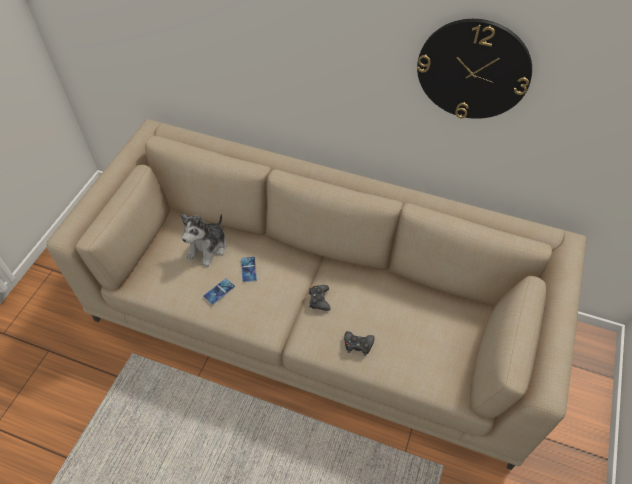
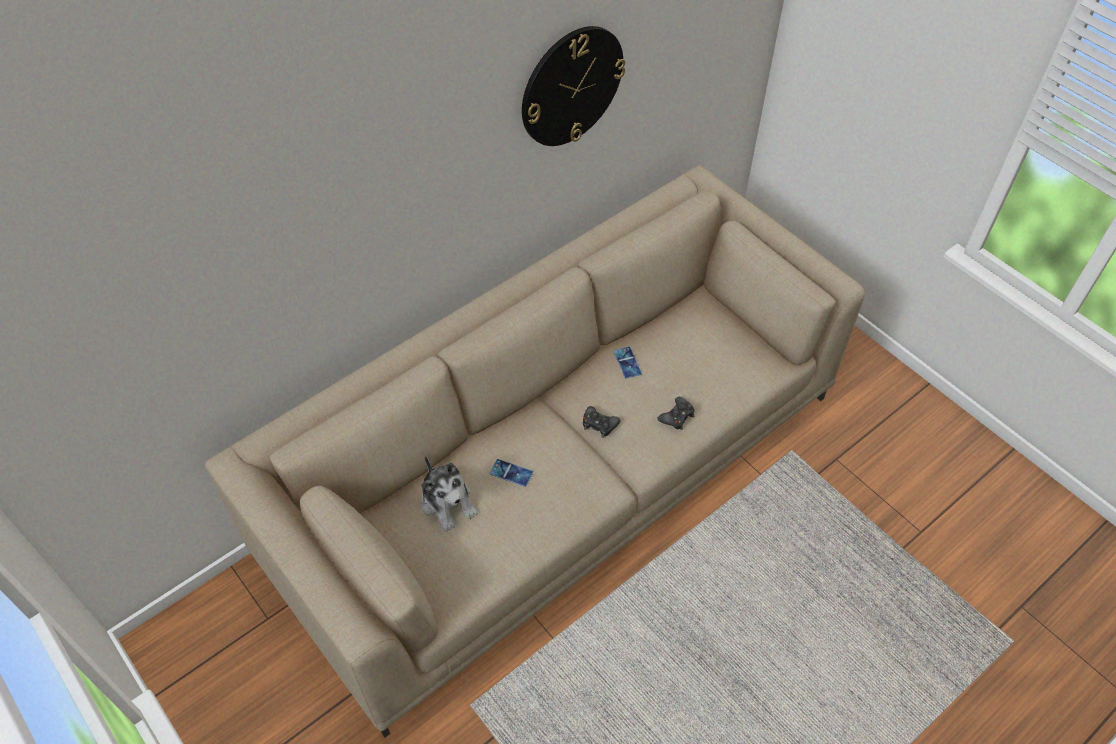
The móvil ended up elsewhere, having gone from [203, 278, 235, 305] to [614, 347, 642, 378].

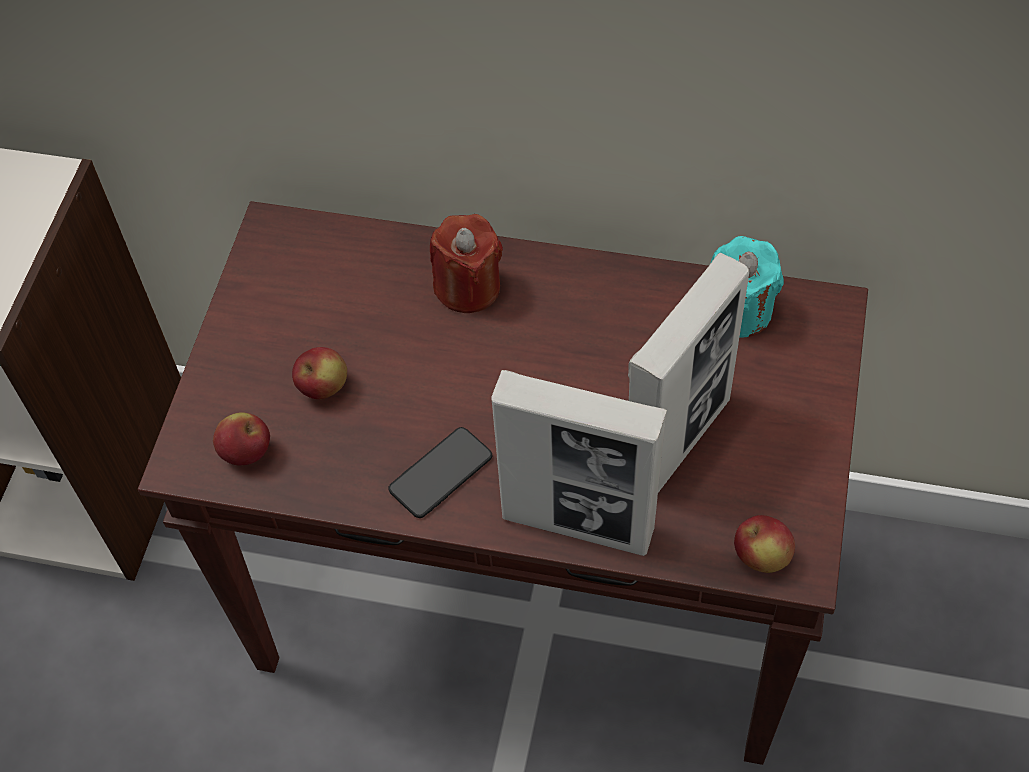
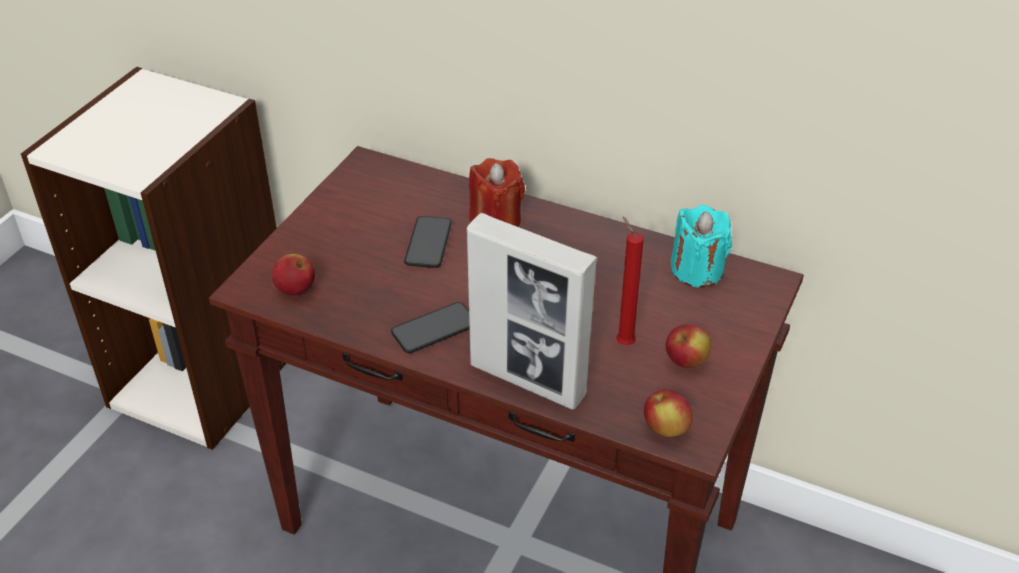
Where the portarretratos stood at [628, 253, 749, 493], the vela [rojo] came to stand at [617, 217, 644, 345]. The manzana ended up elsewhere, having gone from [292, 347, 347, 399] to [666, 324, 711, 368]. The second view gained the móvil at [404, 216, 452, 268].

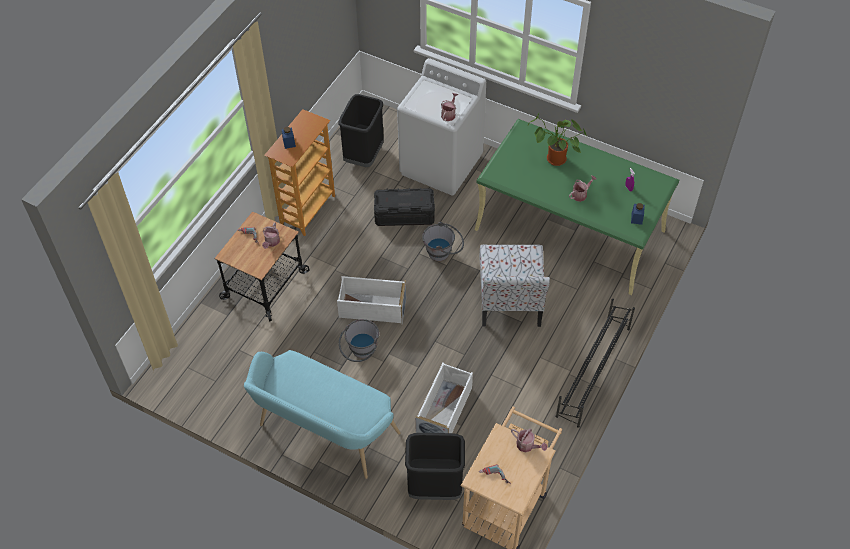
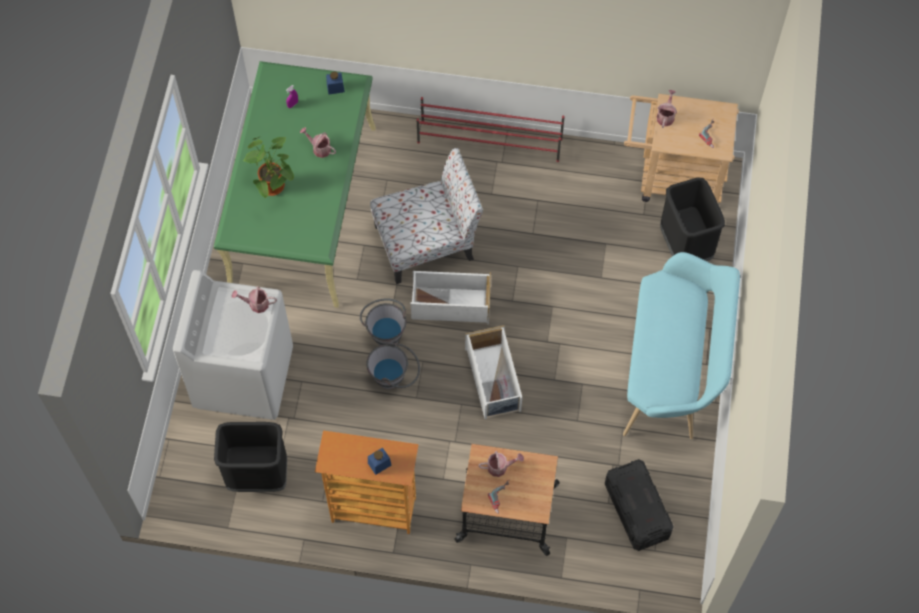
The caja de almacenaje [negro] ended up elsewhere, having gone from [374, 188, 435, 226] to [605, 459, 674, 551]. What was the zapatero [negro] at [556, 299, 635, 428] turned into the zapatero [rojo] at [416, 97, 565, 162]. The cubo [gris] ended up elsewhere, having gone from [339, 319, 379, 362] to [366, 343, 420, 389]. The caja de almacenaje [blanco] ended up elsewhere, having gone from [415, 362, 473, 433] to [411, 271, 491, 324].

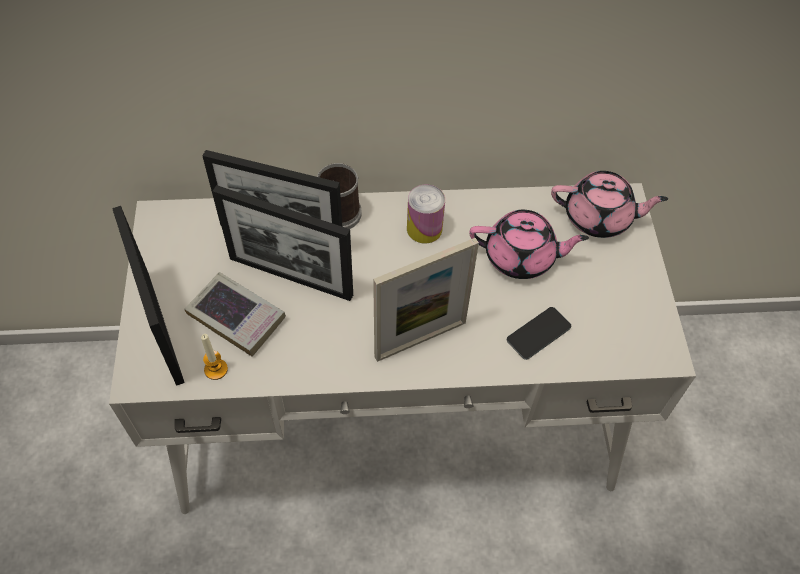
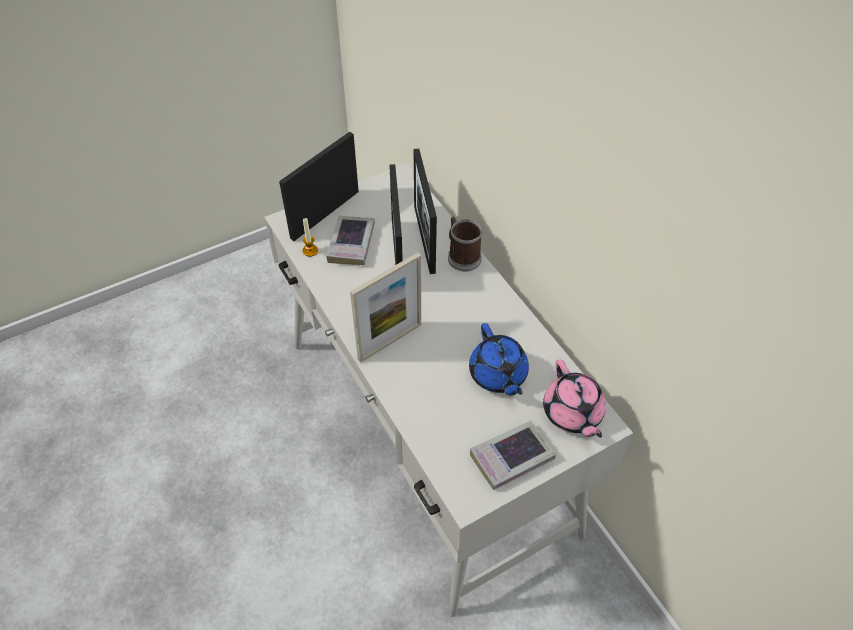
The second view lost the lata at [407, 185, 445, 243]. What was the tetera [rosa] at [469, 210, 589, 279] turned into the tetera [azul] at [469, 323, 529, 396]. The portarretratos at [373, 238, 479, 362] ended up facing another way, 75 degrees counterclockwise from before. The second view lost the móvil at [507, 307, 571, 360]. The second view gained the libro at [470, 421, 556, 490].

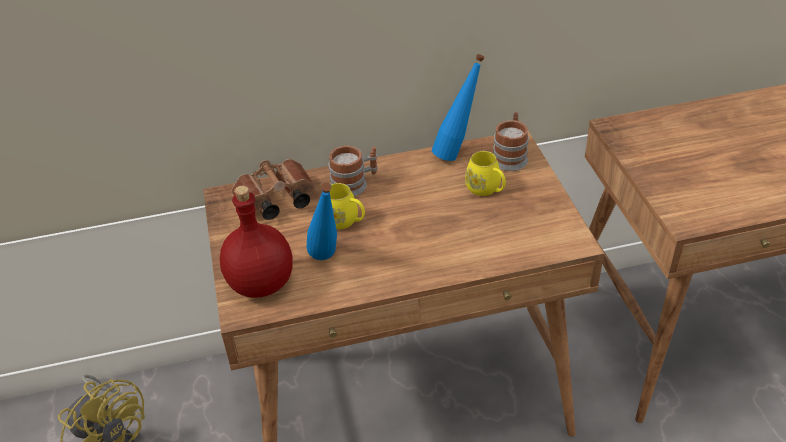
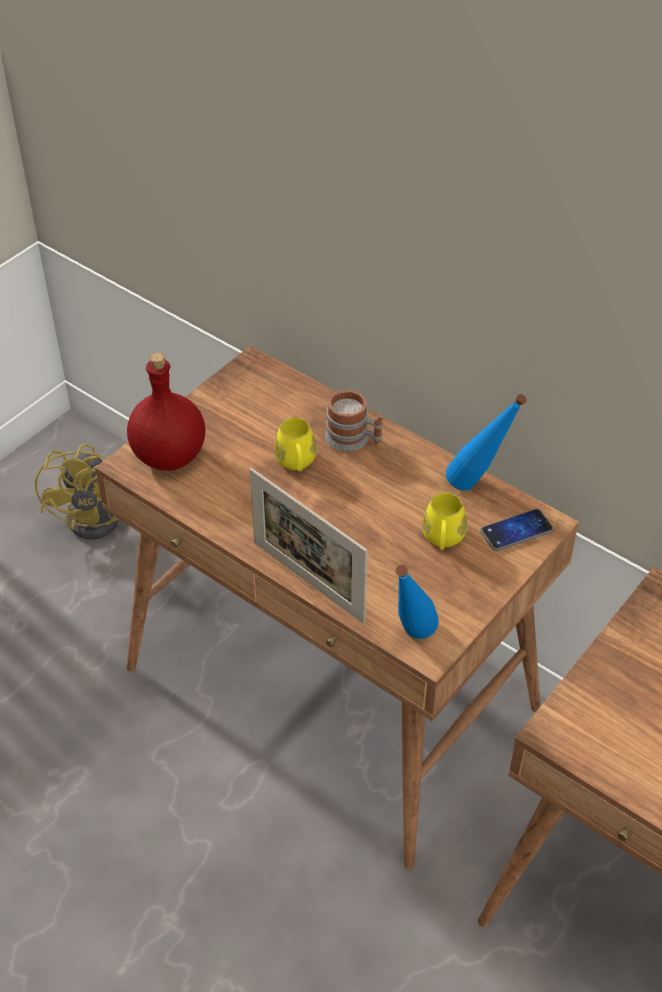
Where the taza grande stood at [493, 112, 529, 171], the móvil came to stand at [480, 509, 554, 551]. The second view lost the prismáticos [marrón] at [232, 159, 316, 220]. The botella [azul] ended up elsewhere, having gone from [306, 183, 337, 260] to [396, 565, 439, 639]. The second view gained the portarretratos at [249, 468, 367, 624].

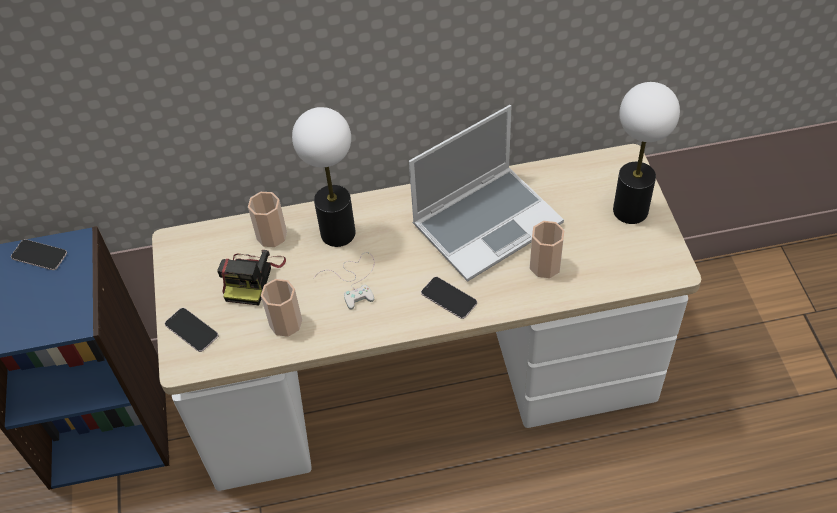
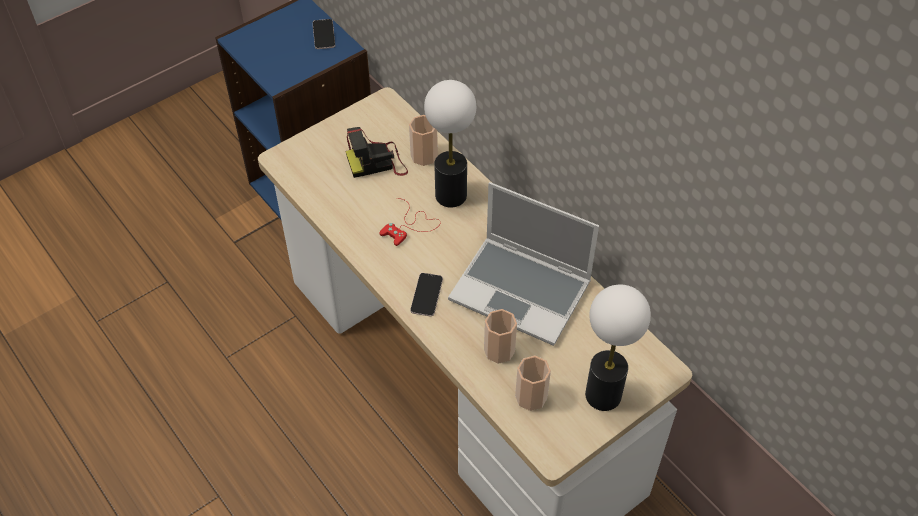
What was the mando de consola [blanco] at [313, 252, 374, 309] turned into the mando de consola [rojo] at [379, 198, 441, 246]. The taza ended up elsewhere, having gone from [261, 279, 302, 337] to [515, 356, 551, 411]. The second view lost the móvil at [165, 308, 218, 352].

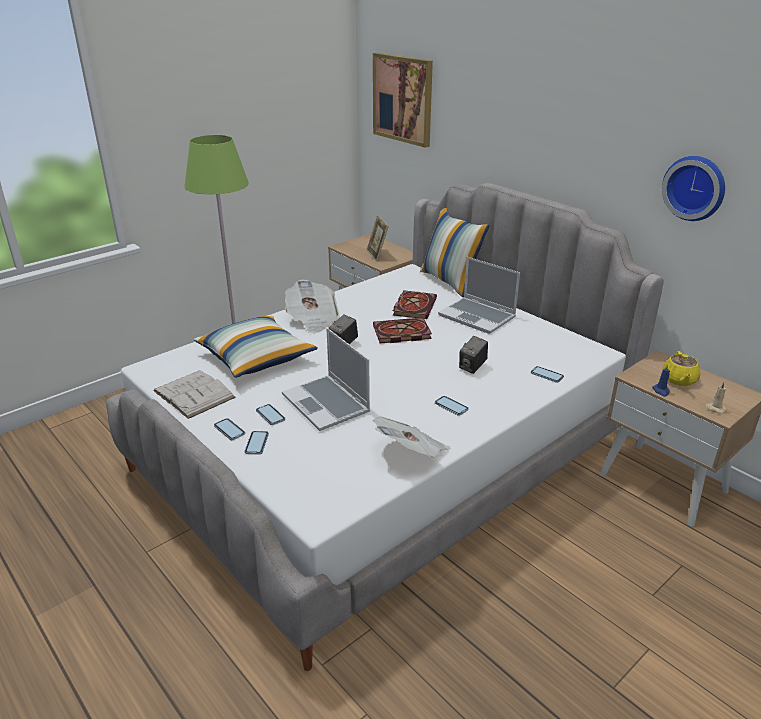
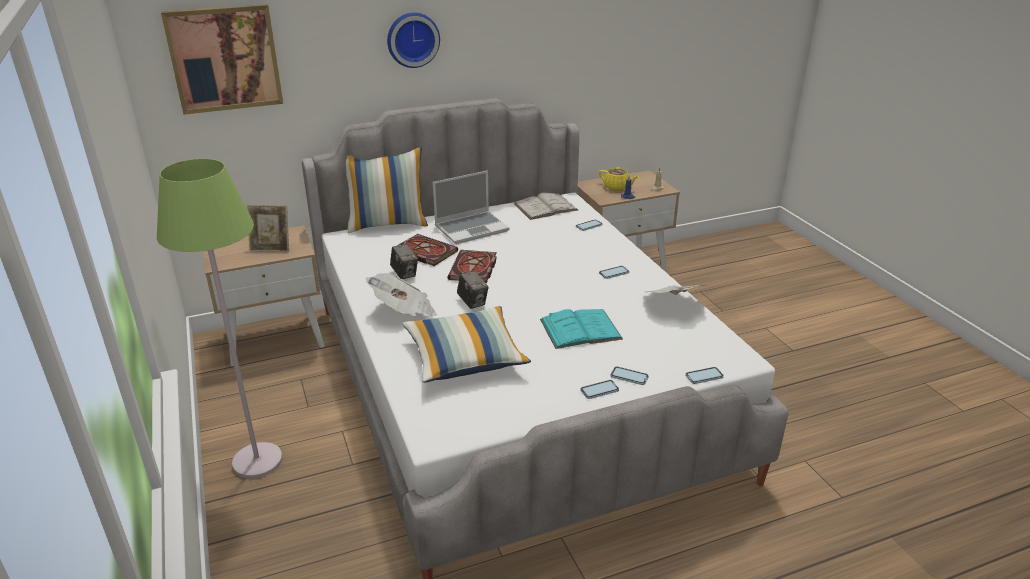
The reloj de pared ended up elsewhere, having gone from [662, 156, 725, 221] to [387, 12, 440, 68]. Where the portátil stood at [282, 328, 370, 431], the libro [turquesa] came to stand at [540, 309, 623, 349]. The cámara ended up elsewhere, having gone from [459, 336, 488, 374] to [390, 244, 418, 279]. The libro [blanco] ended up elsewhere, having gone from [153, 370, 236, 419] to [514, 193, 578, 220]. The móvil ended up elsewhere, having gone from [256, 404, 285, 425] to [685, 367, 724, 384].

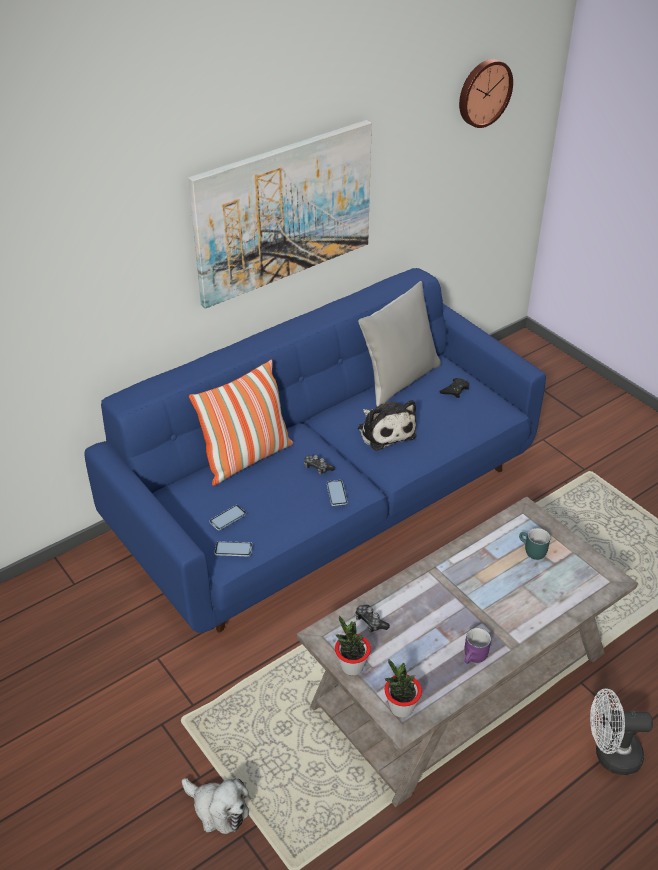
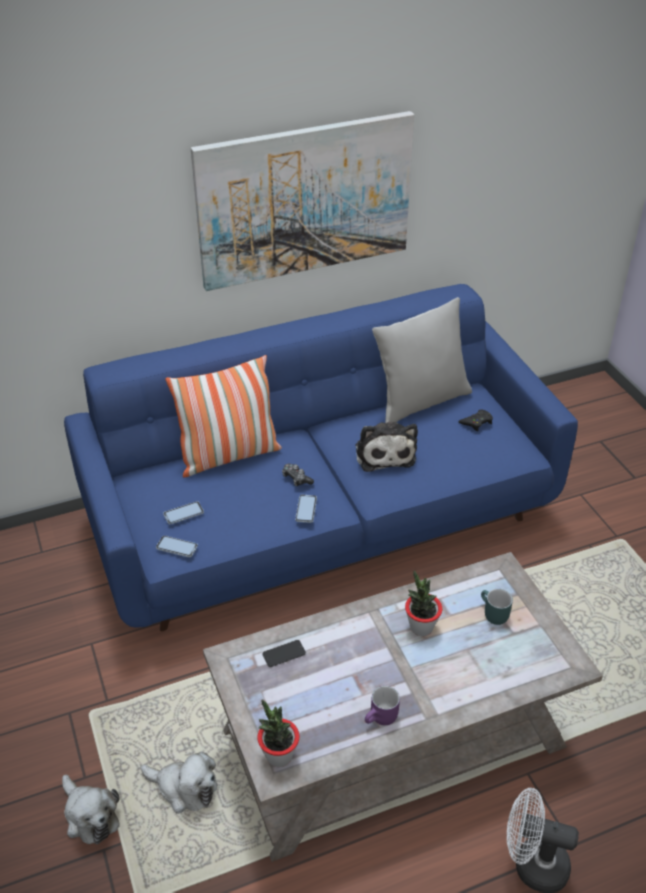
The second view lost the reloj de pared at [459, 59, 513, 128]. Where the mando de consola stood at [355, 605, 390, 632], the móvil came to stand at [263, 640, 306, 667]. The planta en maceta ended up elsewhere, having gone from [335, 616, 371, 676] to [405, 570, 442, 636]. The second view gained the peluche at [141, 751, 218, 814].

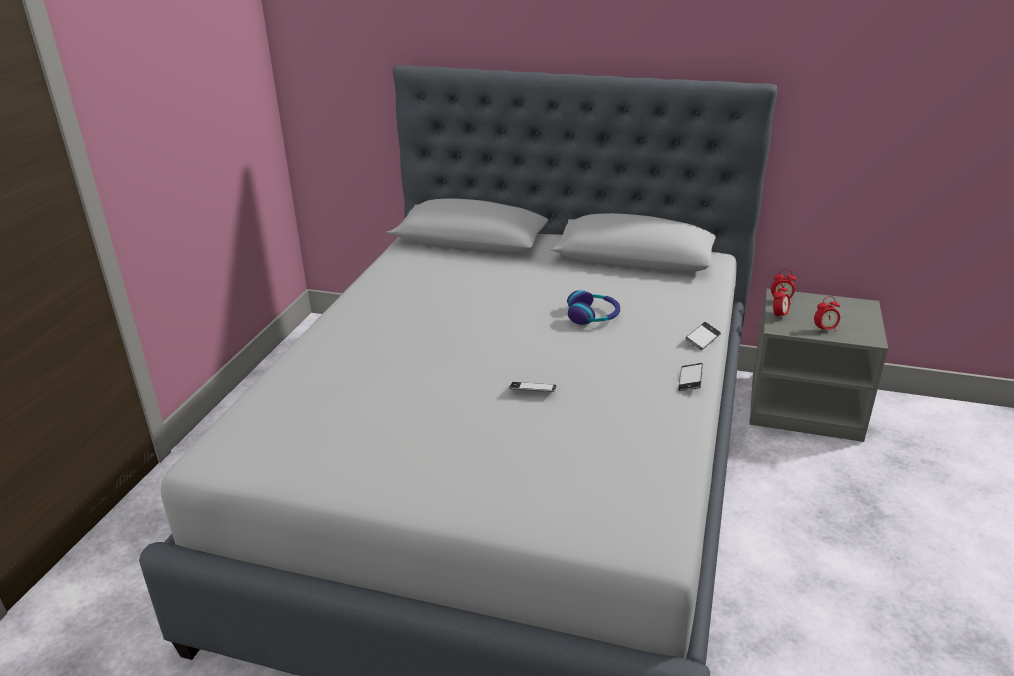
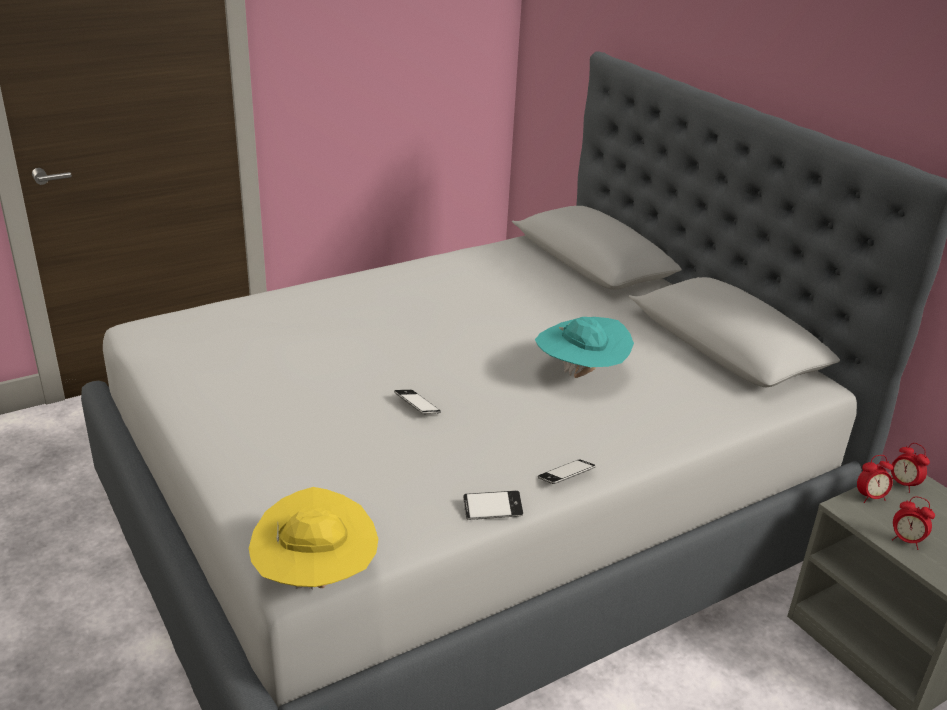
Where the auriculares stood at [567, 290, 620, 325], the sombrero [turquesa] came to stand at [535, 317, 634, 378]. The móvil ended up elsewhere, having gone from [685, 322, 721, 350] to [463, 491, 523, 520]. The second view gained the sombrero [amarillo] at [249, 487, 378, 590].

